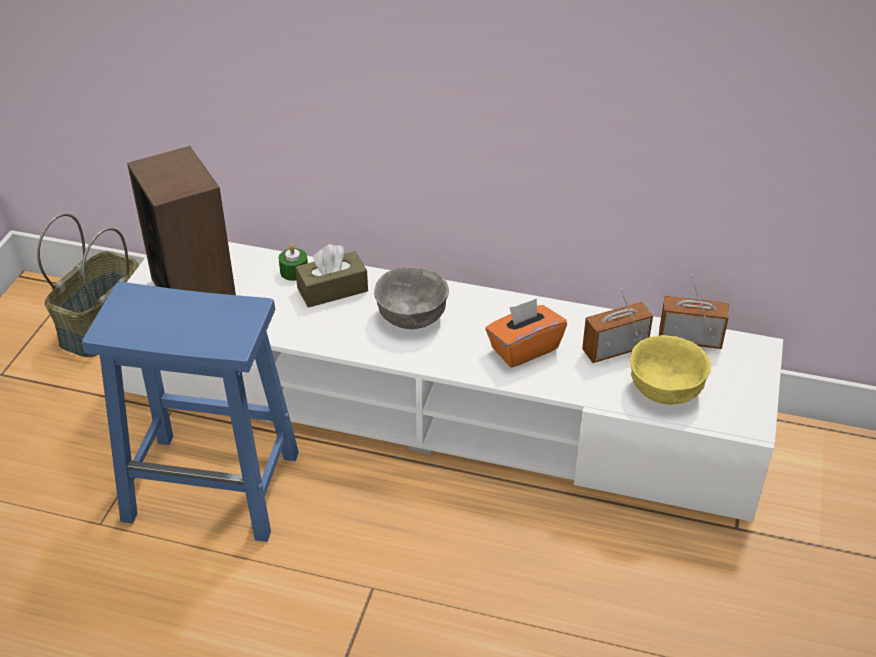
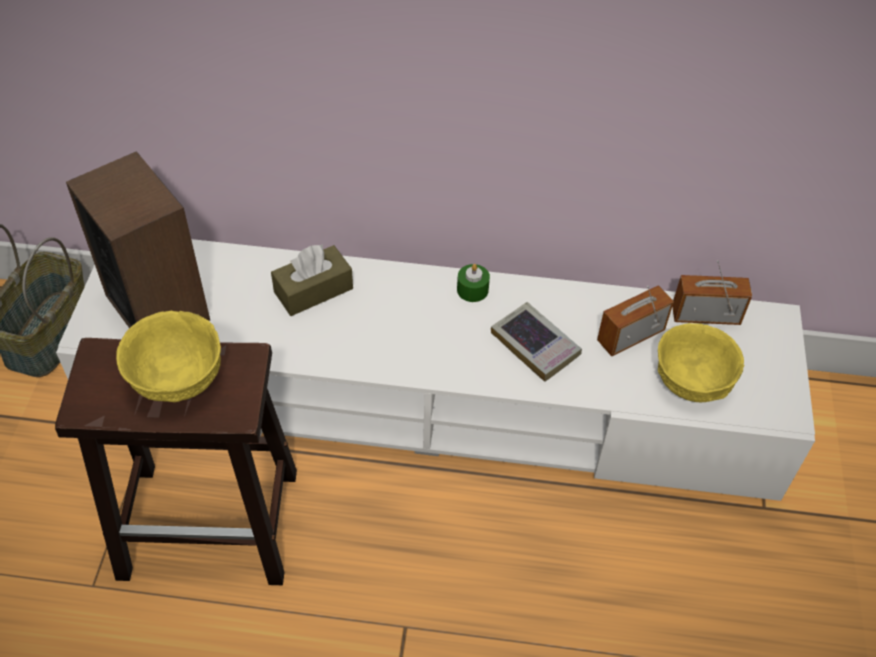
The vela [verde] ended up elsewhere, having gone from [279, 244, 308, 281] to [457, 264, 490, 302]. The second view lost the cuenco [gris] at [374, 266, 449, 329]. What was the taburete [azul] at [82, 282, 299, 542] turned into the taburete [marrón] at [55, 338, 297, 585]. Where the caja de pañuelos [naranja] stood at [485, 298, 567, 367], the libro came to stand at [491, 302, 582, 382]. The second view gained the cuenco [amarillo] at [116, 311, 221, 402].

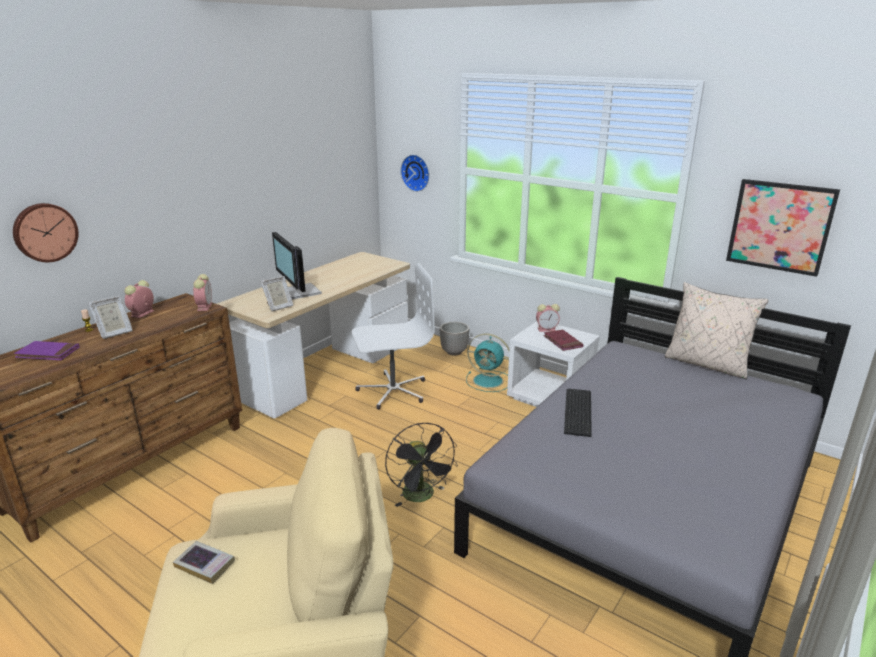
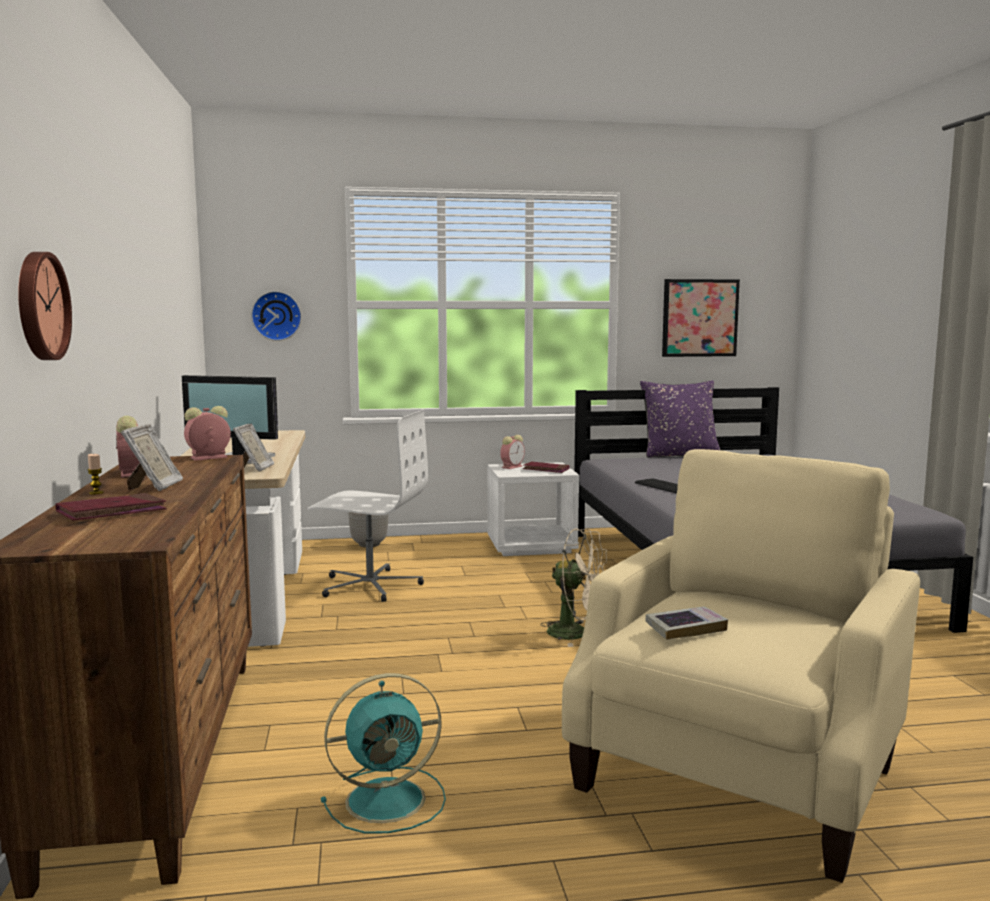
The silla de oficina [blanco] at [351, 263, 435, 409] ended up facing another way, 75 degrees clockwise from before. The despertador at [193, 274, 212, 311] ended up facing another way, 75 degrees counterclockwise from before. What was the cojín [beis] at [665, 282, 768, 379] turned into the cojín [morado] at [640, 380, 720, 458]. The ventilador [turquesa] ended up elsewhere, having gone from [466, 333, 509, 392] to [321, 673, 446, 833]. What was the libro [morado] at [14, 341, 79, 360] turned into the libro [rojo] at [55, 493, 167, 520]. What was the ventilador [negro] at [385, 423, 458, 507] turned into the ventilador [beis] at [540, 528, 607, 647].

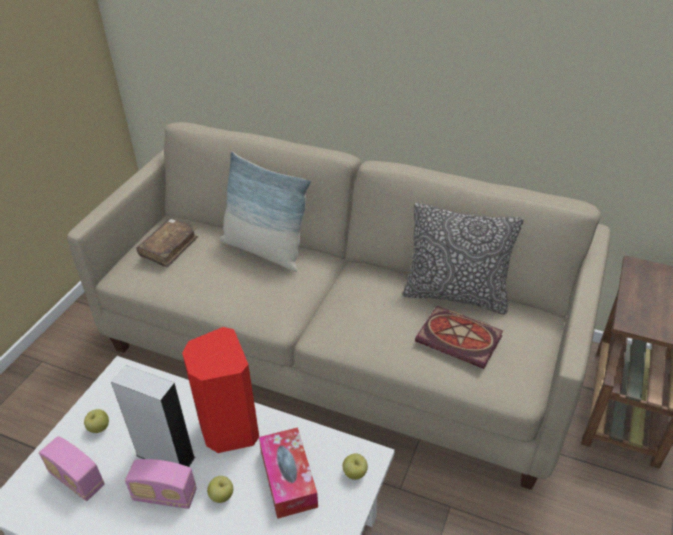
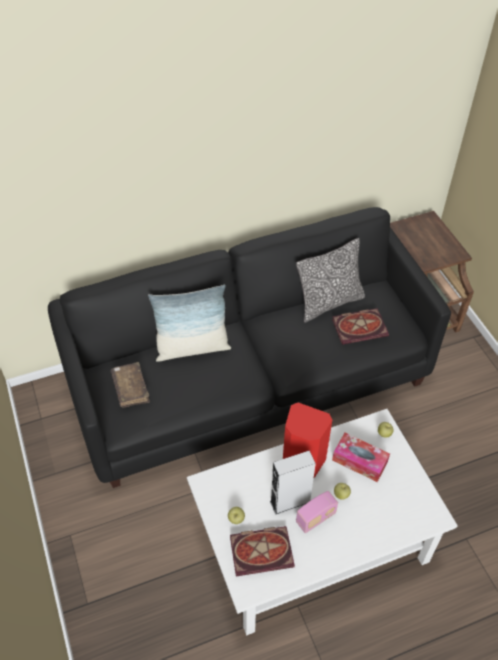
What was the sofá [beis] at [67, 122, 611, 490] turned into the sofá [negro] at [48, 207, 451, 488]. Where the radio stood at [39, 436, 104, 501], the libro came to stand at [230, 526, 295, 576].

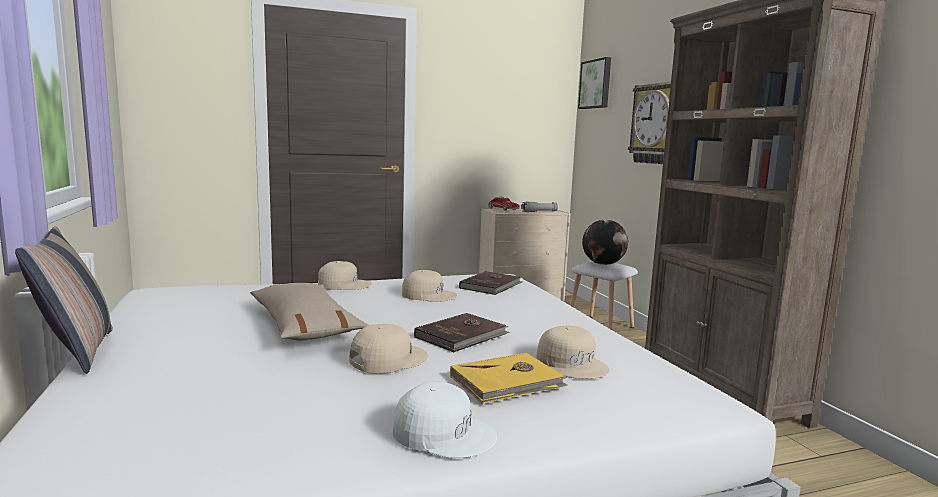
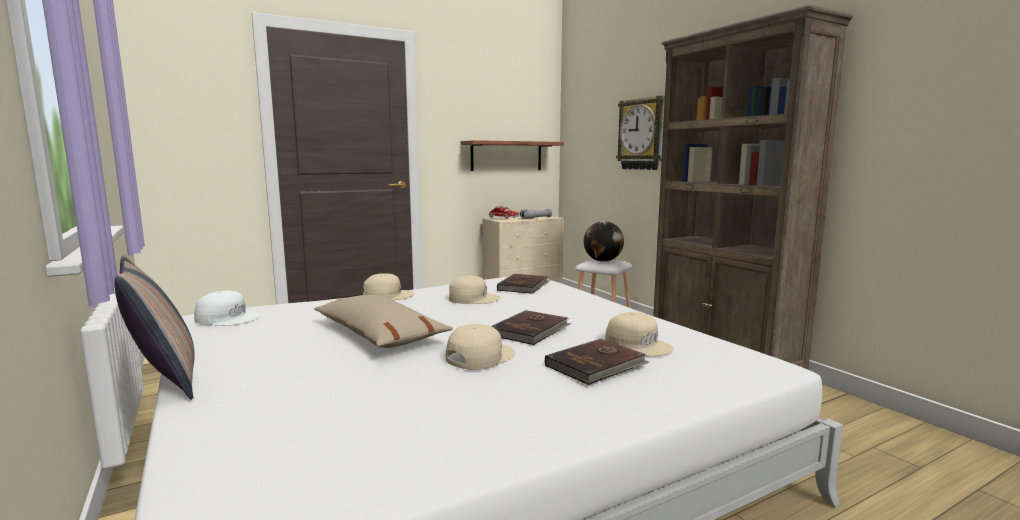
The second view lost the cuadro at [578, 57, 611, 109]. What was the libro [amarillo] at [450, 353, 568, 404] turned into the libro [marrón] at [545, 339, 649, 385]. The gorra [blanco] ended up elsewhere, having gone from [393, 382, 497, 458] to [194, 290, 261, 326]. The second view gained the estante at [461, 140, 564, 171].

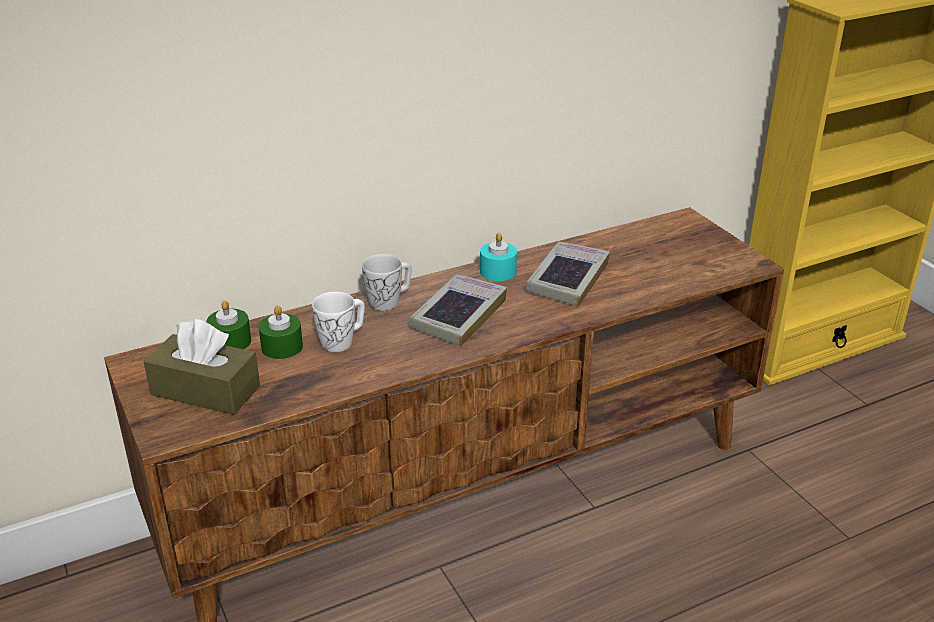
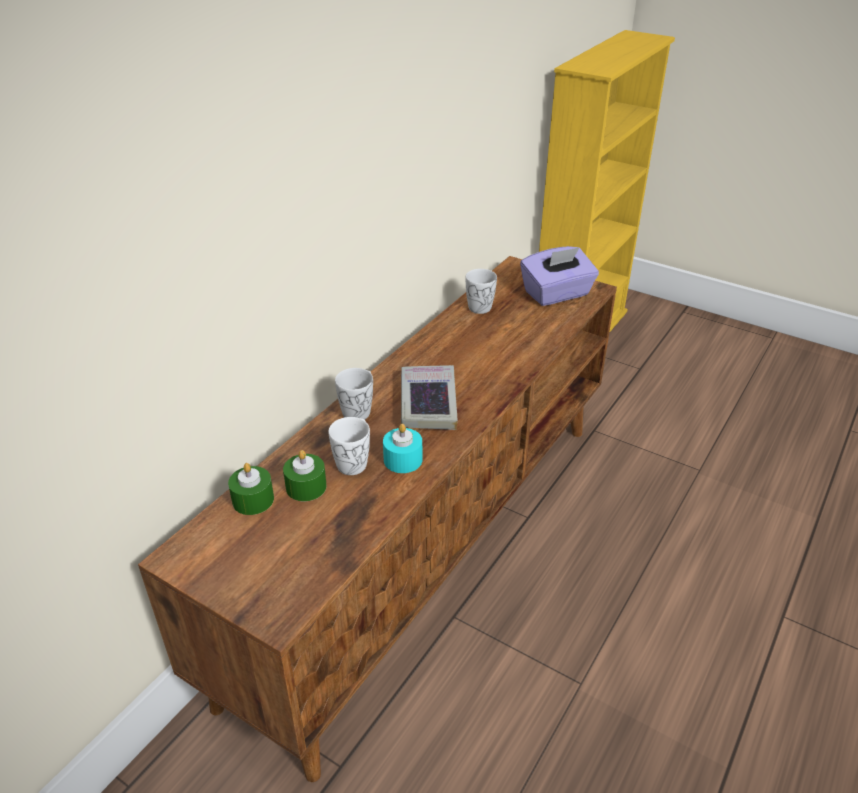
The vela [turquesa] ended up elsewhere, having gone from [480, 233, 517, 281] to [383, 424, 422, 473]. The second view lost the libro at [526, 242, 610, 307]. The second view lost the caja de pañuelos [marrón] at [144, 319, 260, 415]. The second view gained the caja de pañuelos [morado] at [520, 246, 599, 306]. The second view gained the taza grande [blanco] at [465, 269, 497, 314].

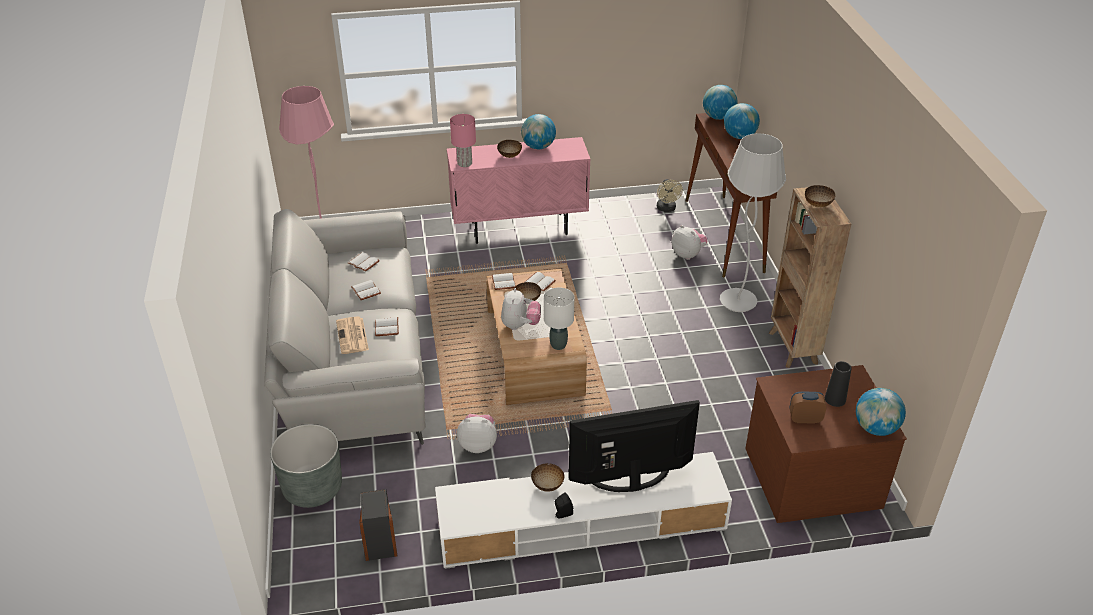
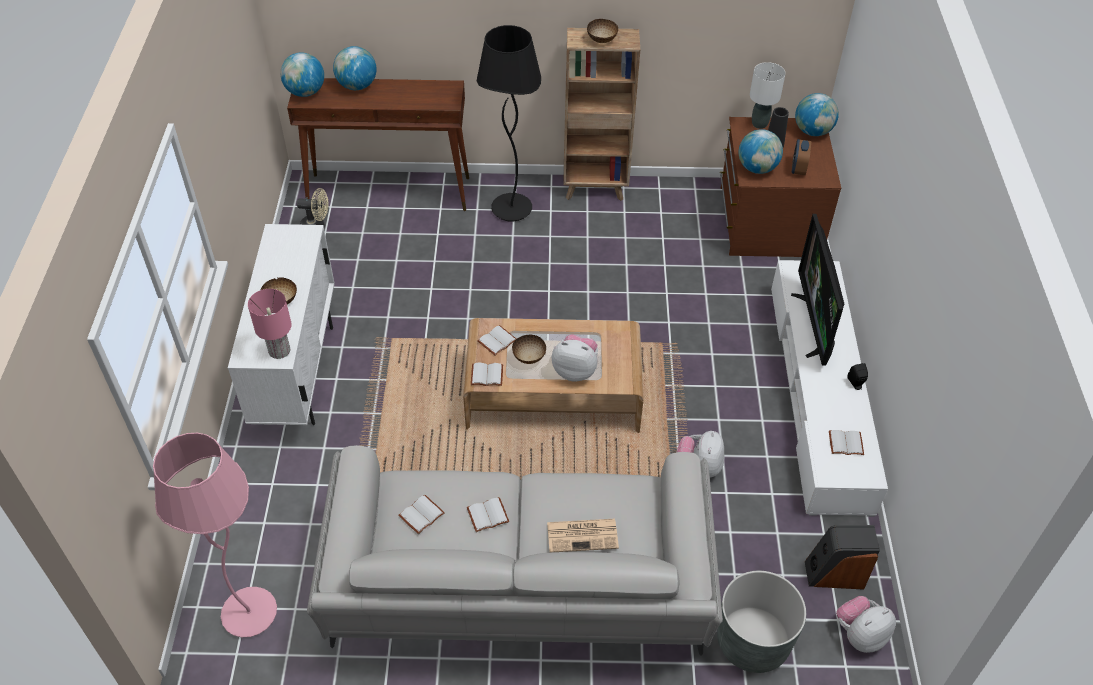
The globo terráqueo ended up elsewhere, having gone from [521, 114, 556, 149] to [739, 129, 783, 174]. What was the lámpara de pie [blanco] at [720, 133, 786, 312] turned into the lámpara de pie [negro] at [477, 25, 541, 222]. What was the armario [rosa] at [447, 137, 591, 244] turned into the armario [blanco] at [228, 224, 335, 425]. The peluche ended up elsewhere, having gone from [672, 225, 708, 260] to [836, 596, 896, 653]. The lámpara de mesa [blanco] ended up elsewhere, having gone from [544, 288, 574, 350] to [750, 62, 785, 129]. The libro [blanco] ended up elsewhere, having gone from [375, 317, 399, 336] to [829, 430, 864, 455]. The second view lost the cuenco at [531, 463, 565, 492].

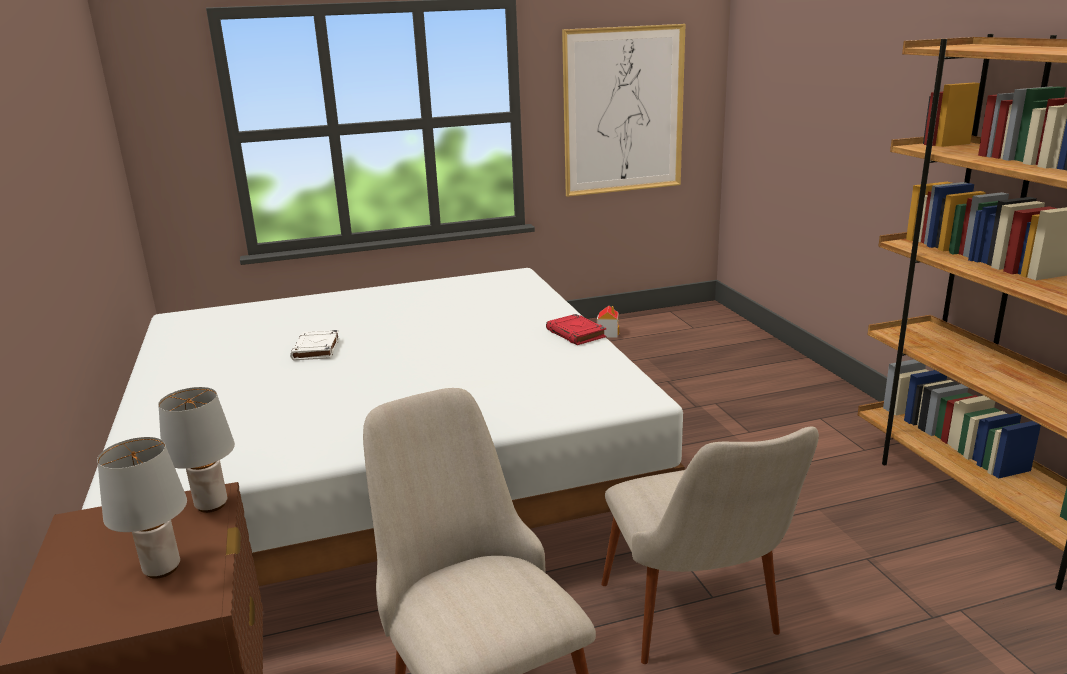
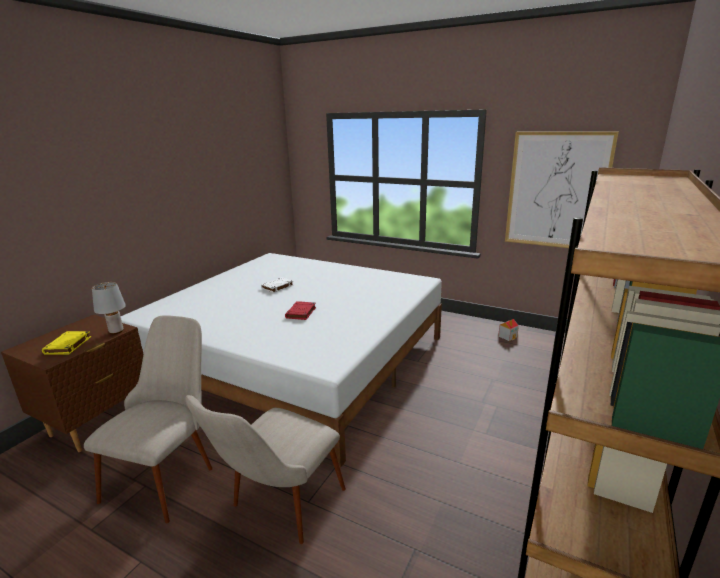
The libro [rojo] ended up elsewhere, having gone from [546, 314, 607, 345] to [285, 301, 316, 320]. Where the lámpara de mesa [gris] stood at [97, 437, 187, 579], the libro [amarillo] came to stand at [42, 331, 91, 355].

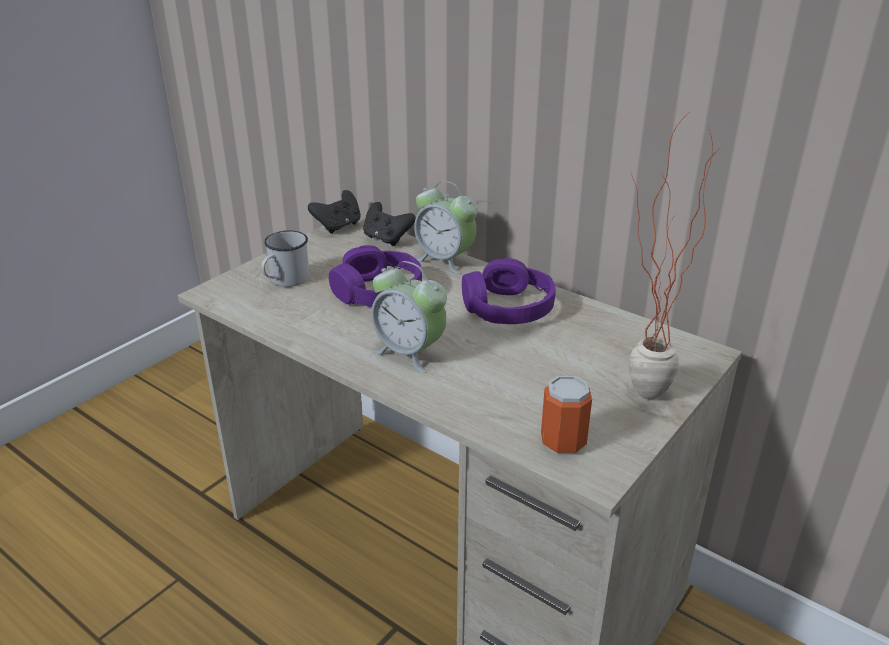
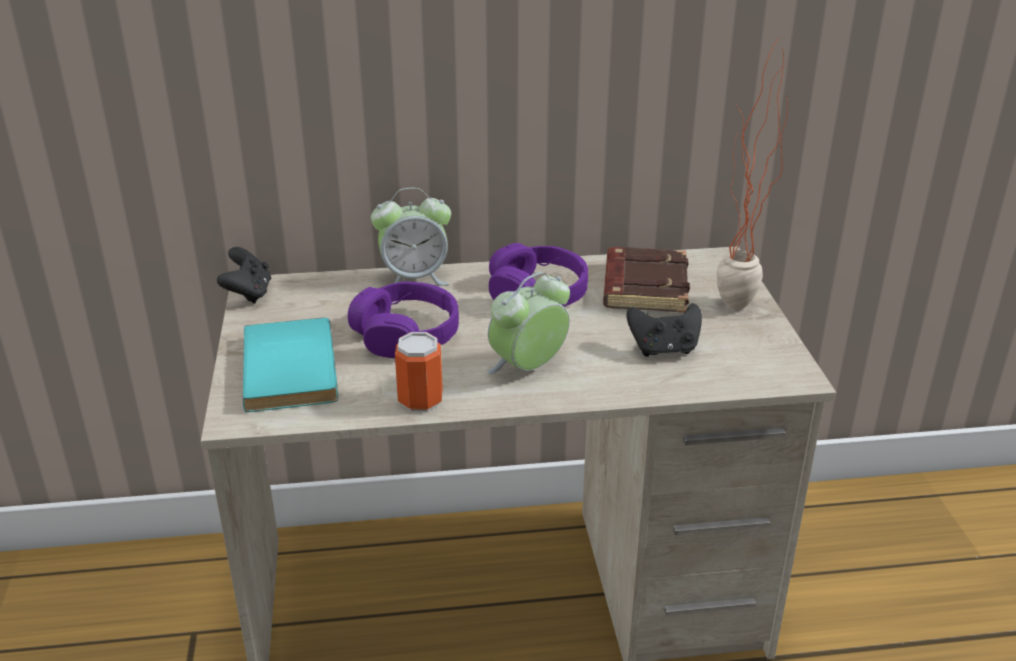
The mando de consola [negro] ended up elsewhere, having gone from [363, 202, 416, 246] to [627, 303, 702, 357]. Where the taza grande [blanco] stood at [261, 231, 310, 287], the libro [turquesa] came to stand at [243, 318, 338, 412]. The despertador at [371, 261, 447, 373] ended up facing another way, 150 degrees clockwise from before. The lata ended up elsewhere, having gone from [541, 375, 592, 455] to [395, 332, 443, 412]. The second view gained the libro [marrón] at [603, 247, 690, 313].

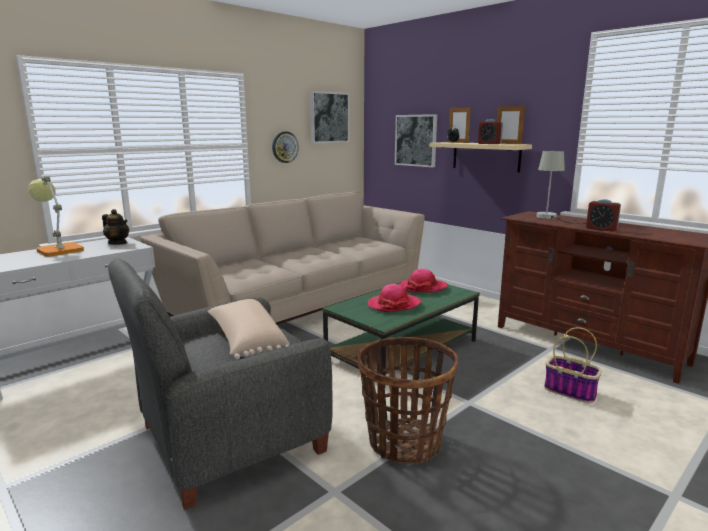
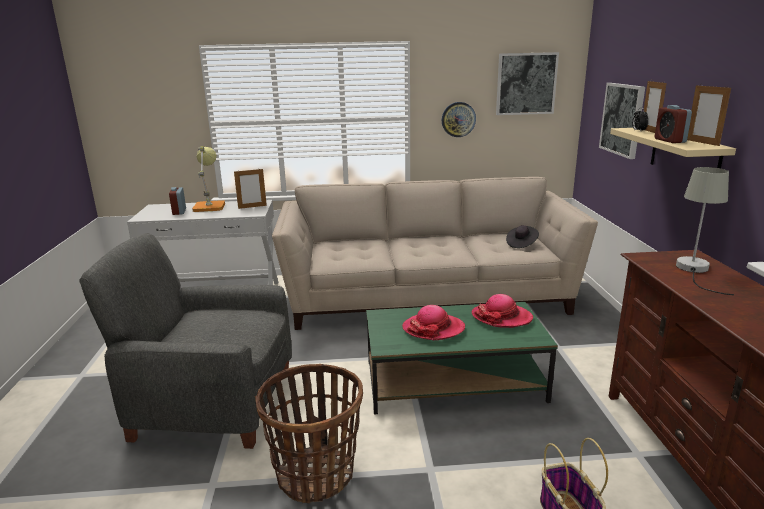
The despertador ended up elsewhere, having gone from [586, 199, 621, 232] to [169, 187, 186, 215]. Where the tetera stood at [102, 209, 129, 245], the portarretratos came to stand at [234, 169, 267, 209]. The second view lost the cojín [beis] at [207, 299, 290, 359]. The second view gained the sombrero [negro] at [506, 225, 539, 248].

